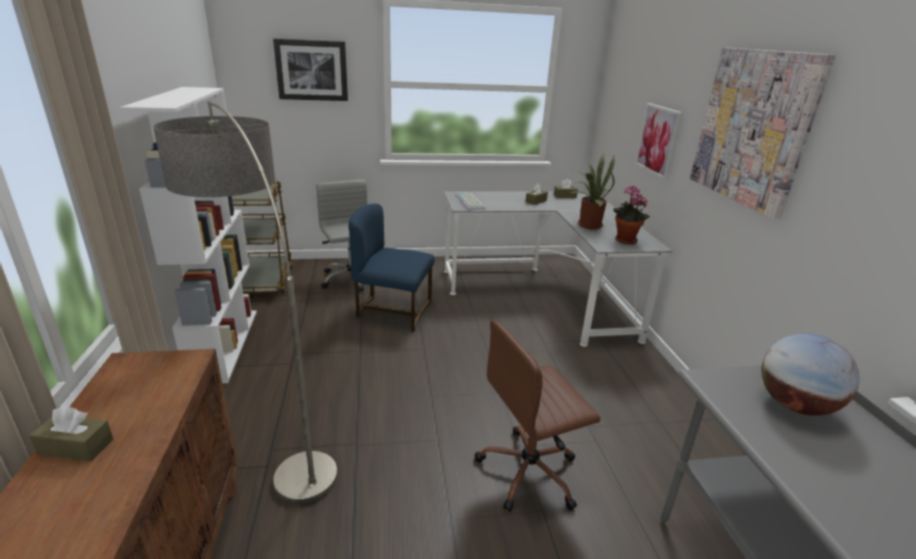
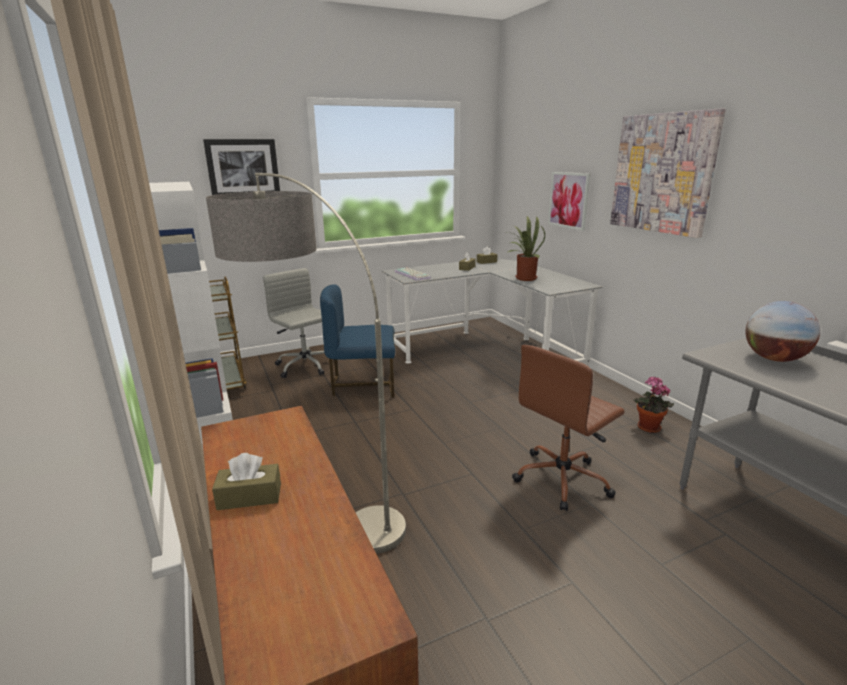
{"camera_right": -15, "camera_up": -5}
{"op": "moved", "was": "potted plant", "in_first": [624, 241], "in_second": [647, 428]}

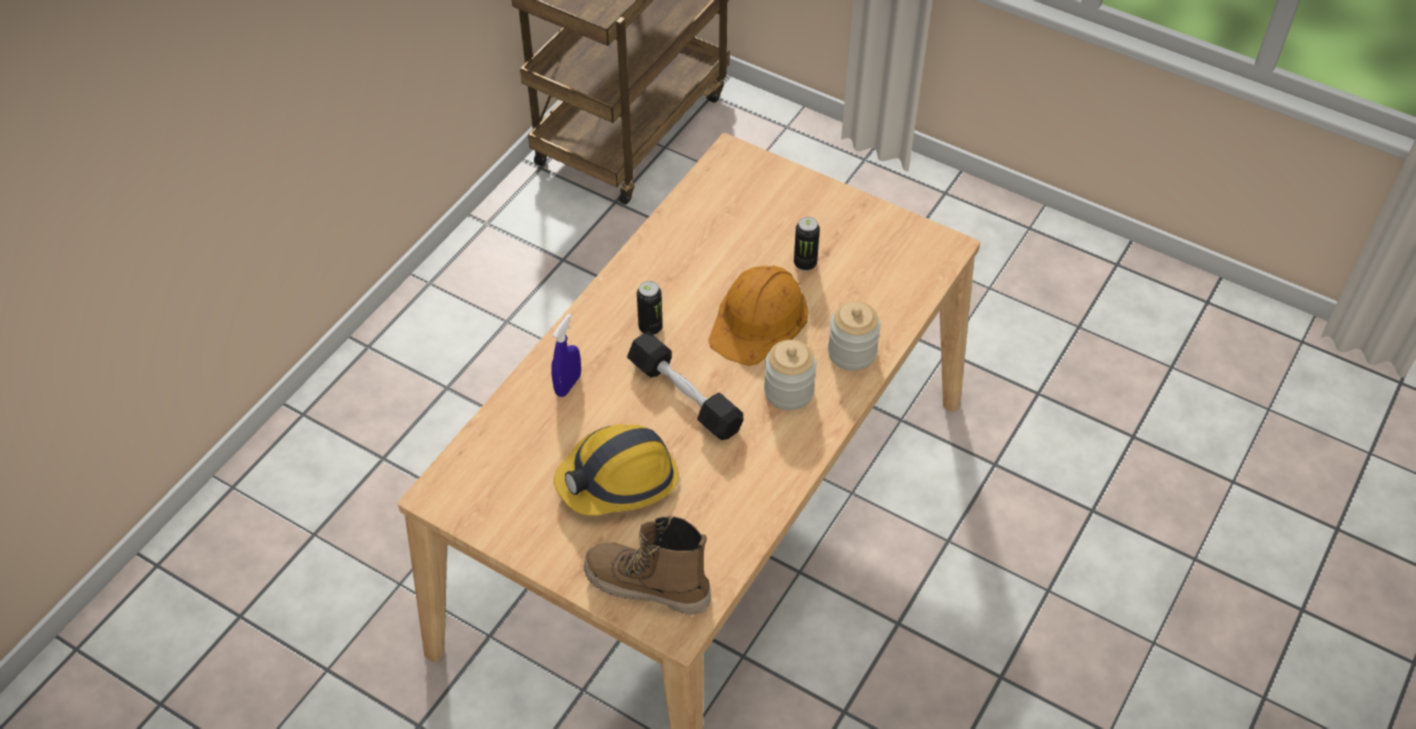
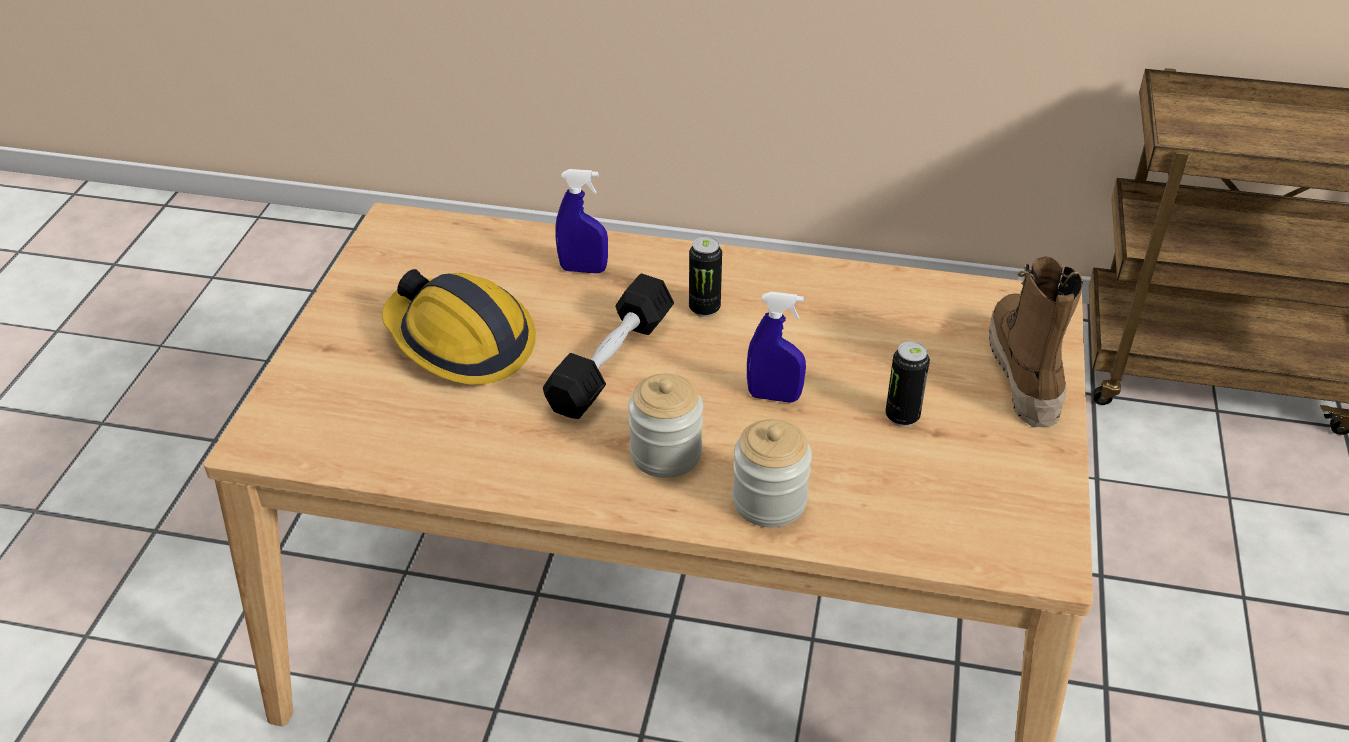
{"camera_right": 70, "camera_up": -10}
{"op": "replaced", "was": "orange-coloured safety helmet", "now": "blue sprayer", "in_first": [759, 319], "in_second": [774, 396]}
{"op": "moved", "was": "boot", "in_first": [647, 588], "in_second": [1023, 372]}

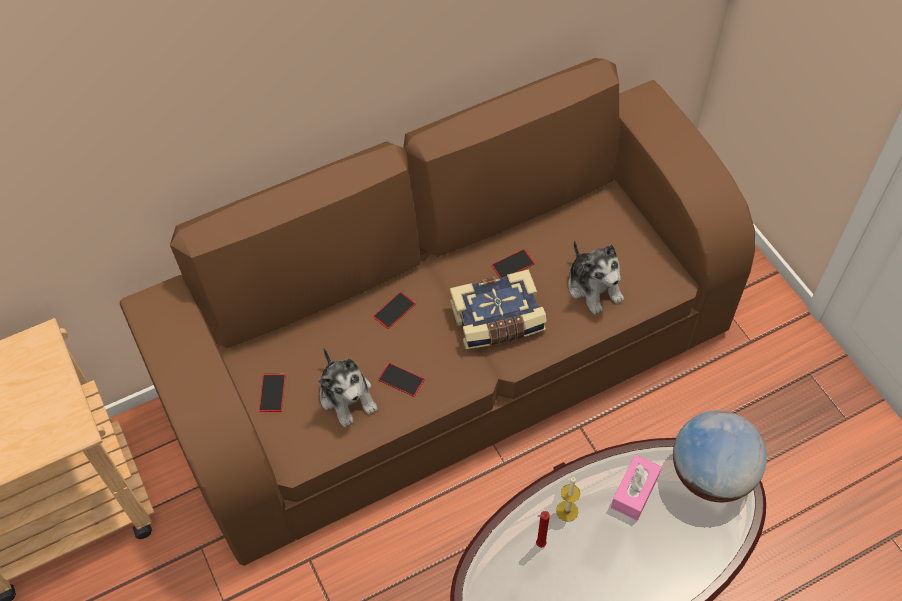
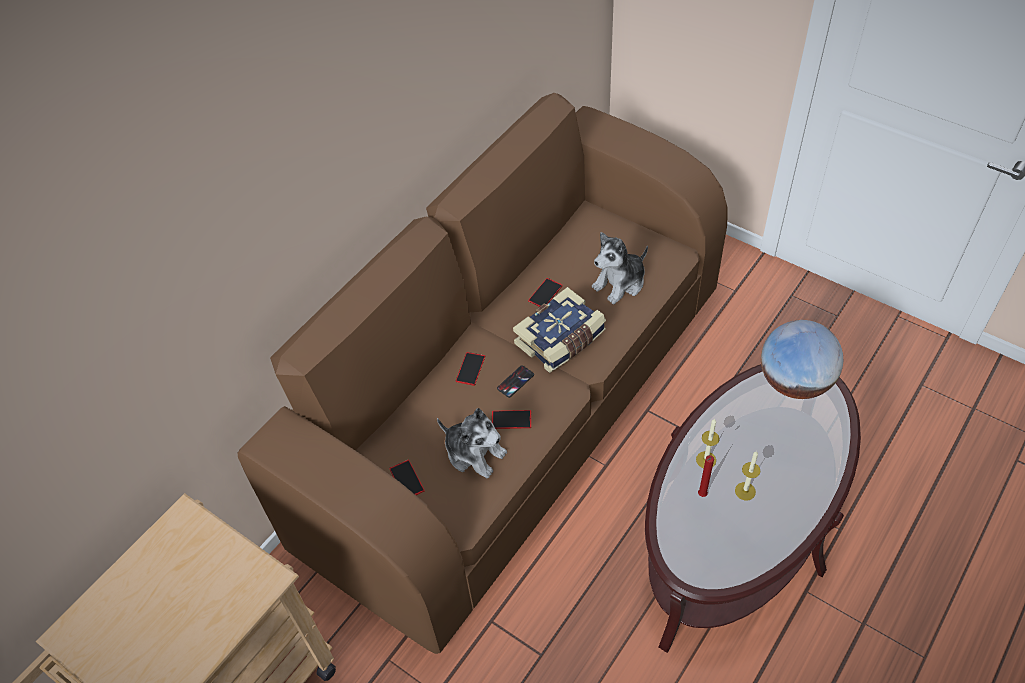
{"camera_right": -25, "camera_up": -5}
{"op": "turned", "was": "soft toy", "in_first": [594, 287], "in_second": [620, 283], "clockwise": 105}
{"op": "removed", "was": "pink-coloured tissue holder", "in_first": [634, 492]}
{"op": "added", "now": "telephone", "in_second": [515, 381]}
{"op": "added", "now": "wax light", "in_second": [745, 491]}

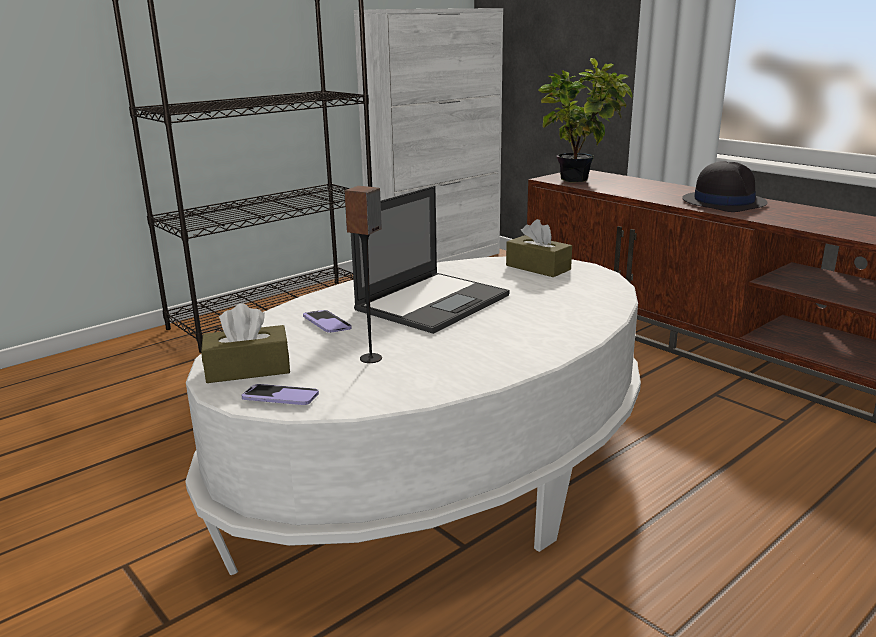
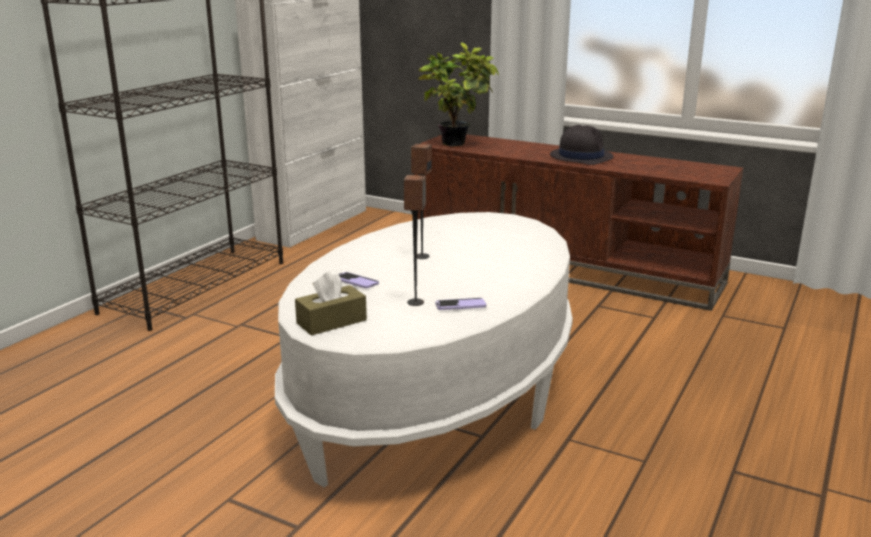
{"camera_right": -20, "camera_up": 0}
{"op": "replaced", "was": "notebook computer", "now": "loudspeaker", "in_first": [434, 302], "in_second": [421, 256]}
{"op": "removed", "was": "brown tissue holder", "in_first": [538, 267]}
{"op": "moved", "was": "telephone", "in_first": [280, 397], "in_second": [460, 306]}

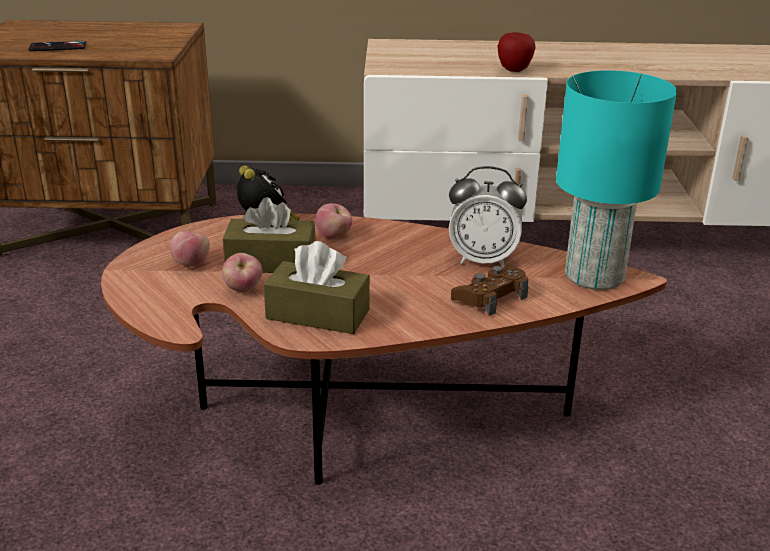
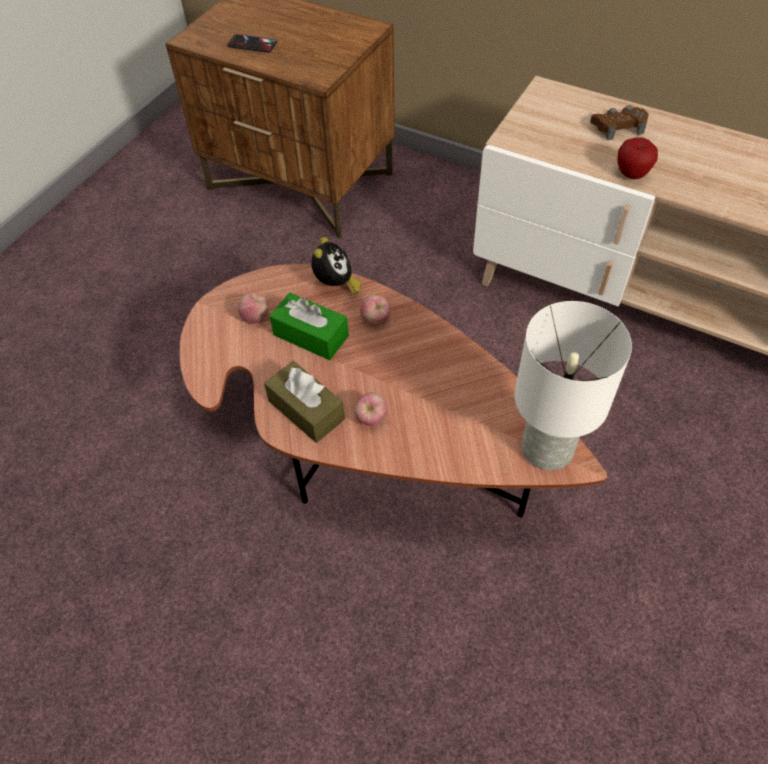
{"camera_right": 30, "camera_up": 25}
{"op": "recoloured", "was": "turquoise lamp for a table", "now": "white lamp for a table", "in_first": [593, 275], "in_second": [547, 447]}
{"op": "removed", "was": "bedside clock", "in_first": [483, 260]}
{"op": "recoloured", "was": "brown tissue holder", "now": "green tissue holder", "in_first": [271, 262], "in_second": [311, 335]}
{"op": "moved", "was": "apple", "in_first": [243, 290], "in_second": [371, 418]}
{"op": "moved", "was": "brown joypad", "in_first": [490, 297], "in_second": [618, 127]}

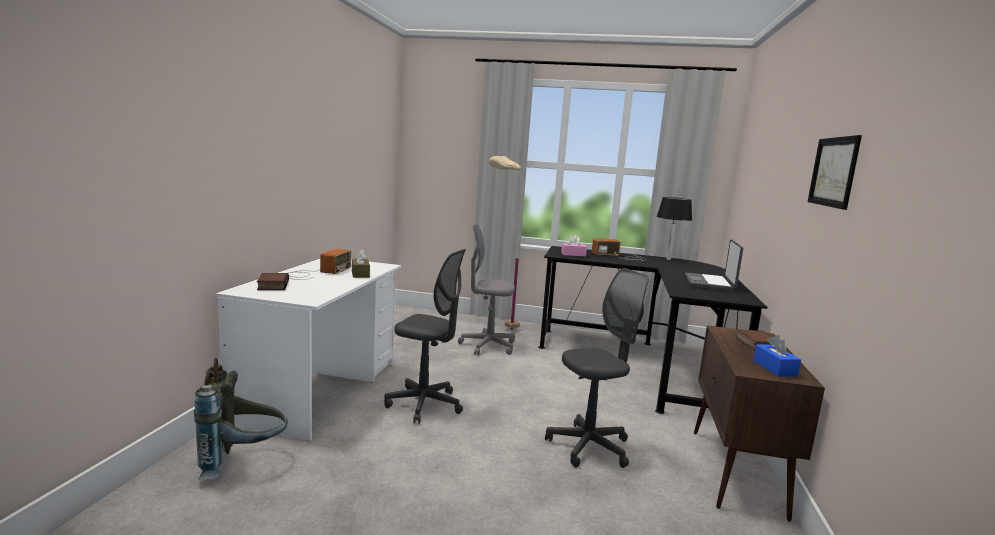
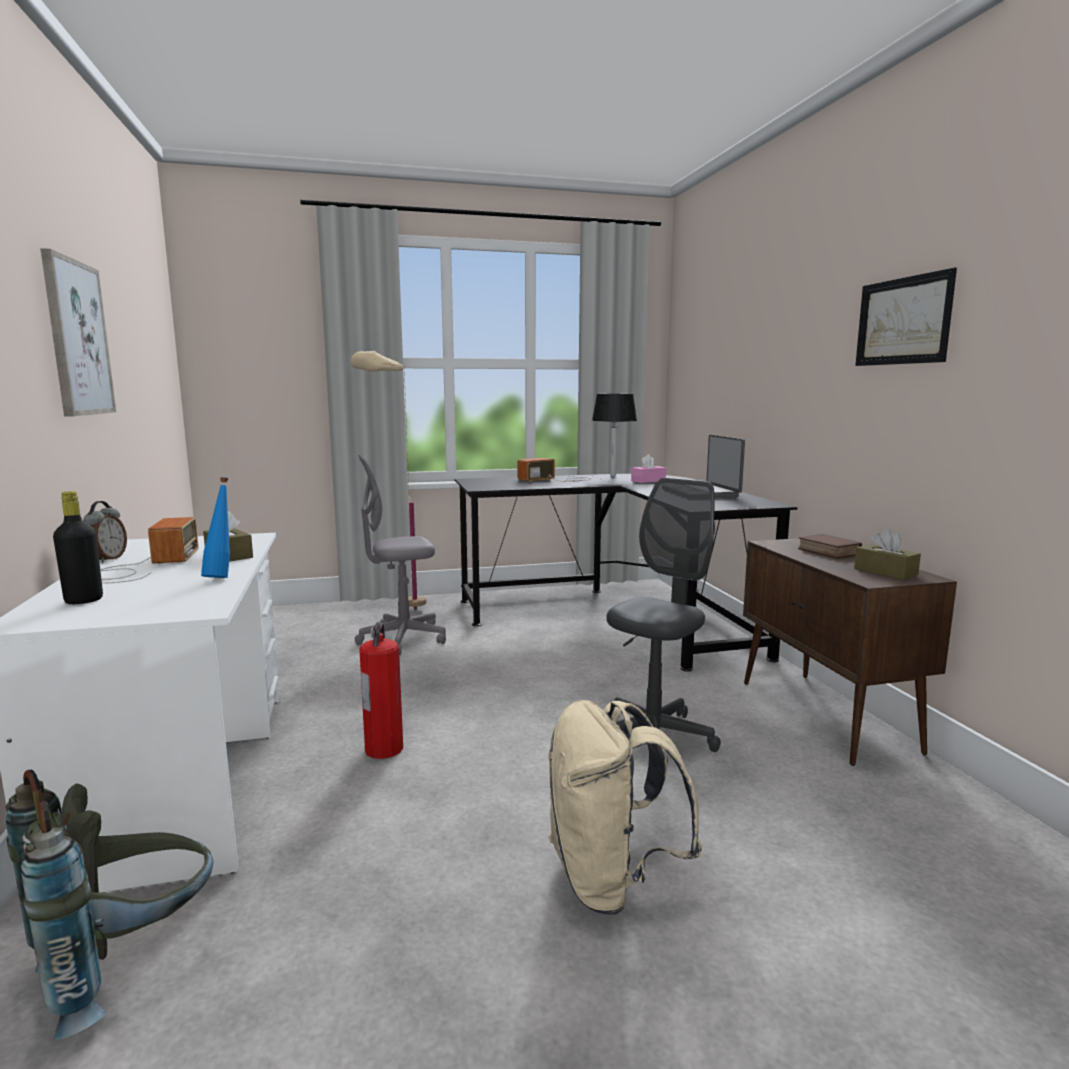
{"camera_right": -25, "camera_up": 0}
{"op": "moved", "was": "pink-coloured tissue holder", "in_first": [573, 254], "in_second": [648, 481]}
{"op": "replaced", "was": "greyish office chair", "now": "extinguisher", "in_first": [424, 405], "in_second": [384, 748]}
{"op": "replaced", "was": "volume", "now": "black-coloured beverage bottle", "in_first": [272, 285], "in_second": [84, 600]}
{"op": "recoloured", "was": "blue tissue holder", "now": "brown tissue holder", "in_first": [774, 368], "in_second": [885, 572]}
{"op": "added", "now": "picture", "in_second": [77, 338]}
{"op": "added", "now": "blue beverage bottle", "in_second": [222, 577]}
{"op": "added", "now": "bedside clock", "in_second": [107, 559]}
{"op": "added", "now": "beige backpack", "in_second": [611, 880]}

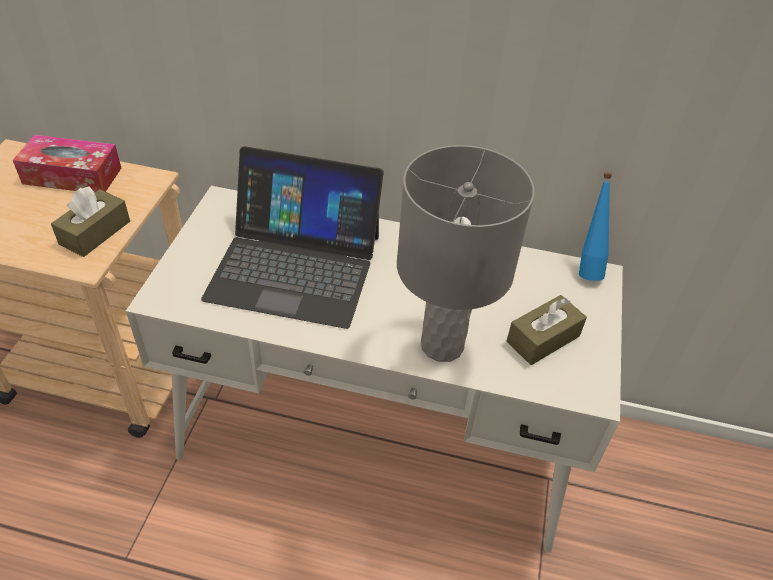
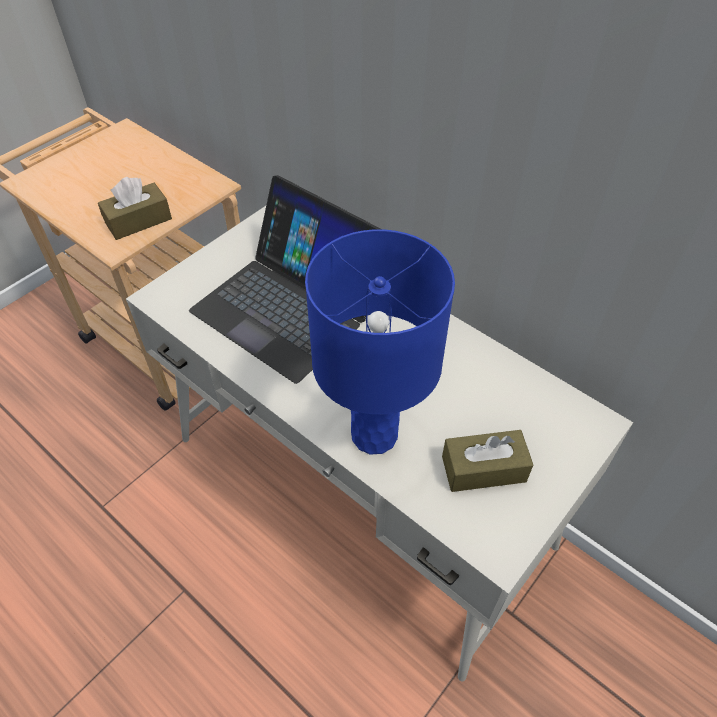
{"camera_right": 30, "camera_up": 5}
{"op": "removed", "was": "tissue holder", "in_first": [72, 176]}
{"op": "recoloured", "was": "greyish lamp for a table", "now": "blue lamp for a table", "in_first": [441, 345], "in_second": [373, 434]}
{"op": "removed", "was": "blue beverage bottle", "in_first": [586, 268]}

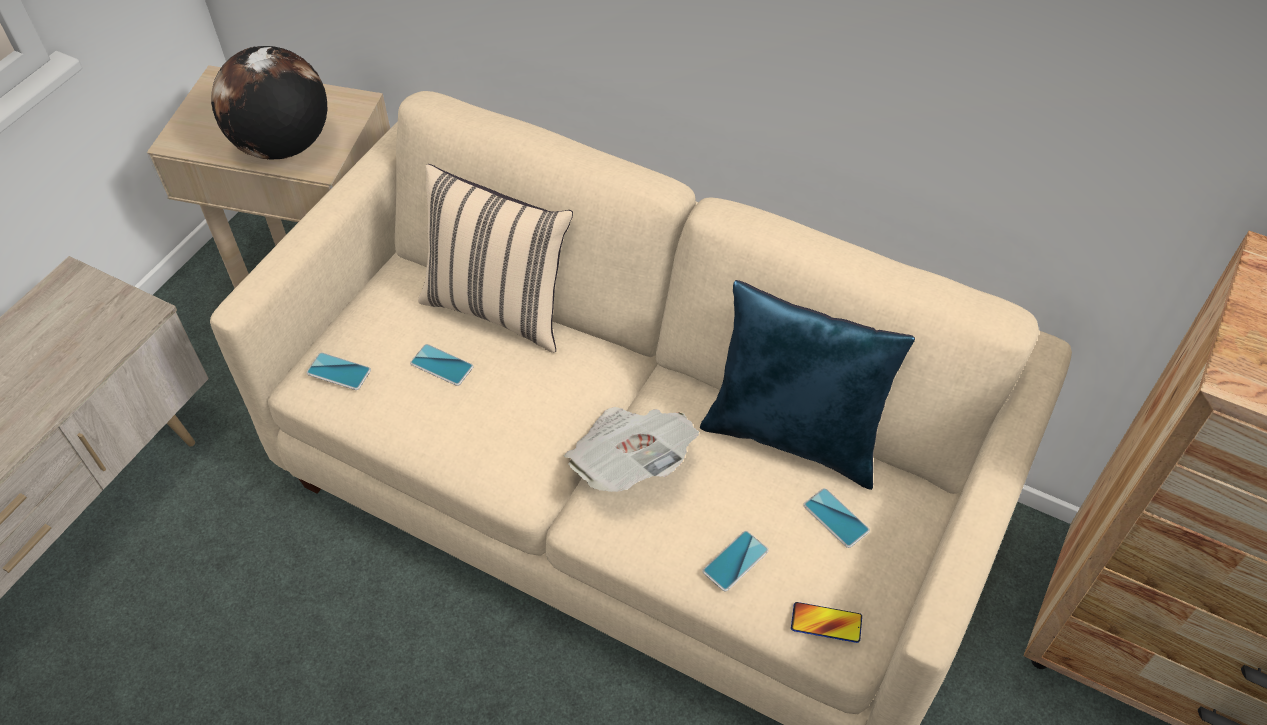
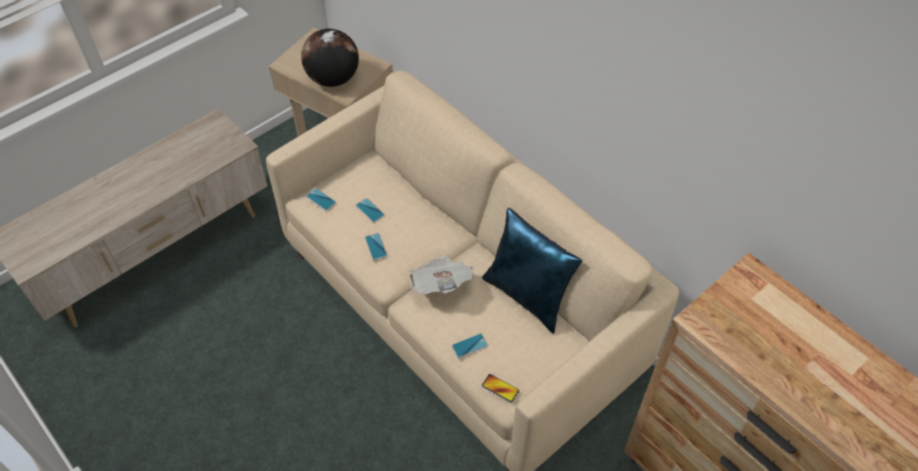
{"camera_right": 20, "camera_up": 0}
{"op": "removed", "was": "beige throw pillow", "in_first": [500, 306]}
{"op": "moved", "was": "telephone", "in_first": [836, 518], "in_second": [376, 246]}

